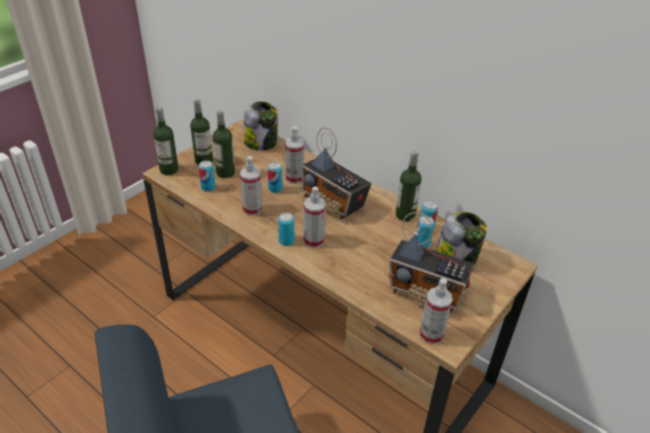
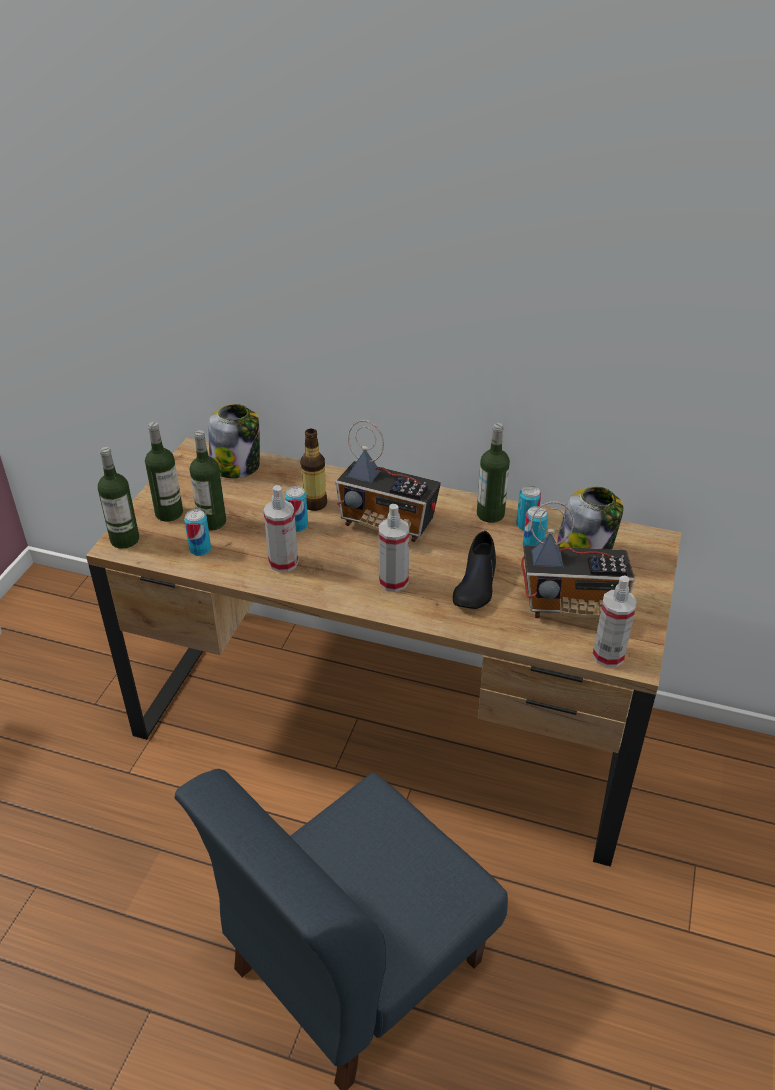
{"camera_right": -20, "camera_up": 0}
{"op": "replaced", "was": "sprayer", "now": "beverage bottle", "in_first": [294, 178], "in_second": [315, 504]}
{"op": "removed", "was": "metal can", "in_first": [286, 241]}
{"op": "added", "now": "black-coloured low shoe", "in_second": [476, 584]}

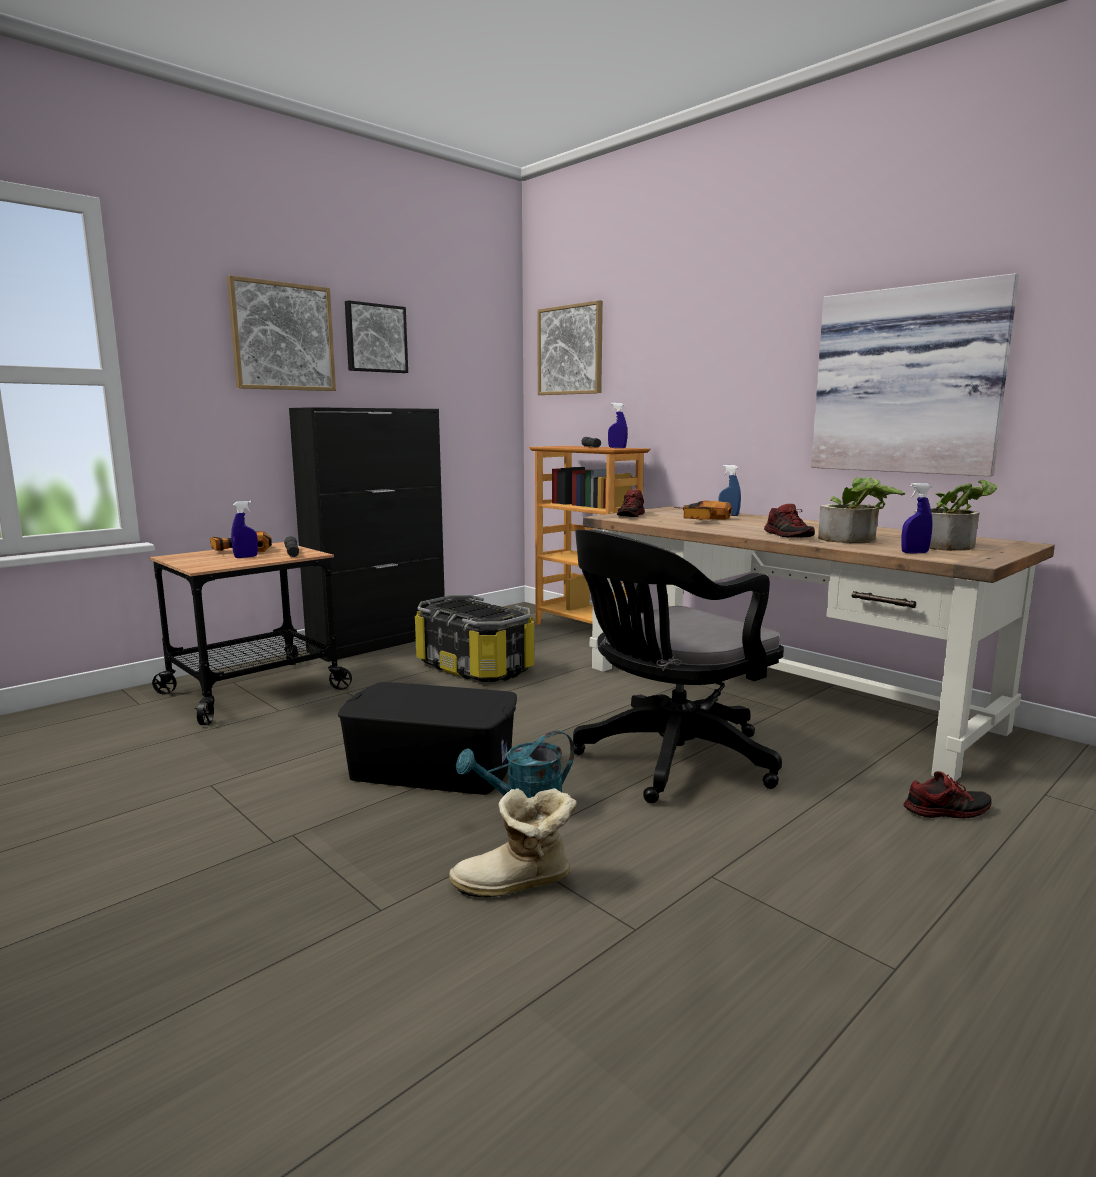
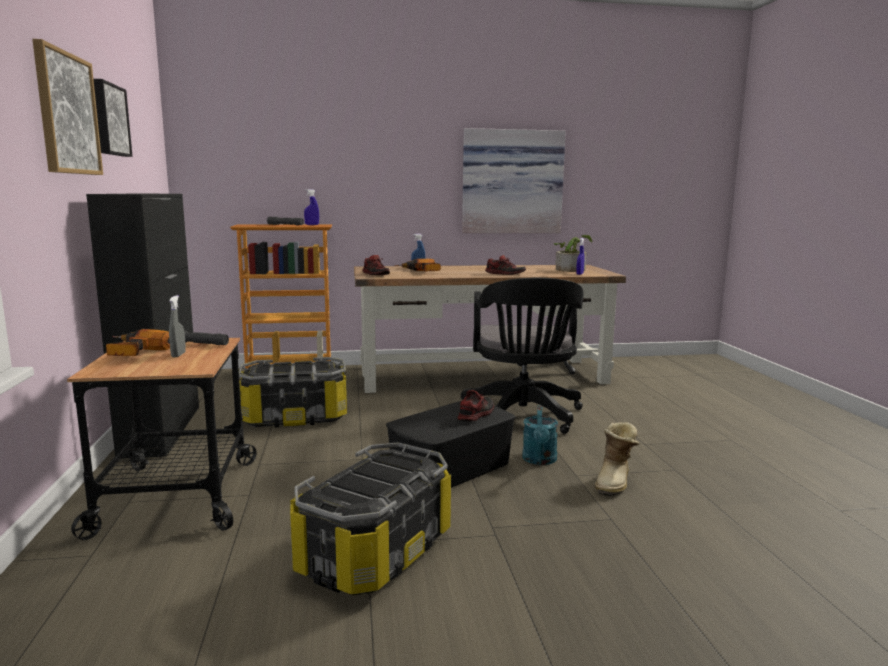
{"camera_right": -55, "camera_up": 0}
{"op": "removed", "was": "picture", "in_first": [570, 350]}
{"op": "removed", "was": "potted plant", "in_first": [855, 540]}
{"op": "recoloured", "was": "blue sprayer", "now": "greyish sprayer", "in_first": [246, 557], "in_second": [178, 355]}
{"op": "moved", "was": "low shoe", "in_first": [946, 811], "in_second": [476, 414]}
{"op": "added", "now": "storage box", "in_second": [374, 552]}

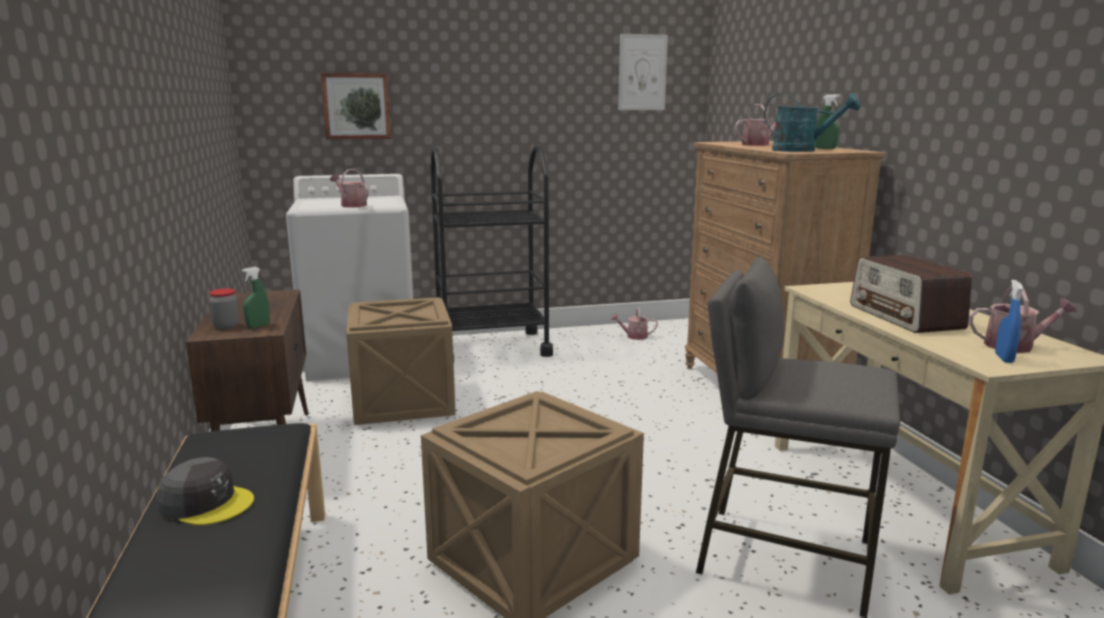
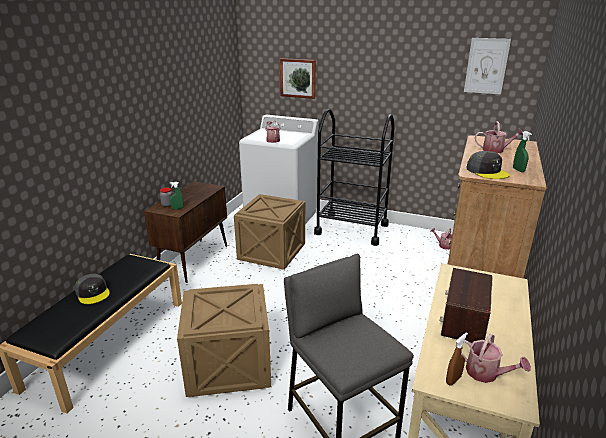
{"camera_right": 35, "camera_up": 10}
{"op": "replaced", "was": "turquoise sprinkling can", "now": "greyish cap", "in_first": [802, 150], "in_second": [487, 171]}
{"op": "recoloured", "was": "blue sprayer", "now": "brown sprayer", "in_first": [1004, 358], "in_second": [453, 380]}

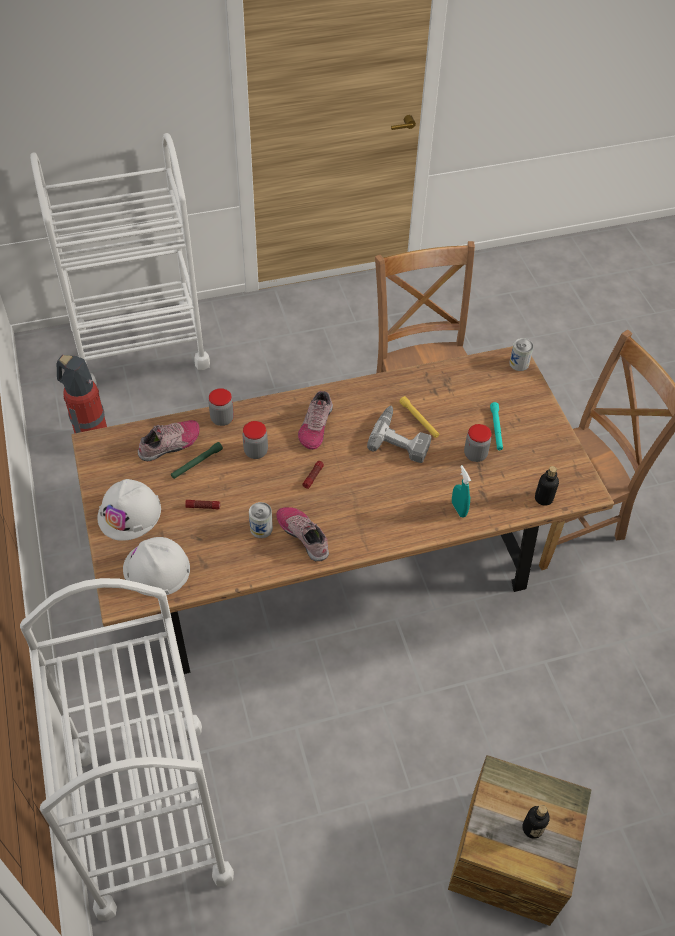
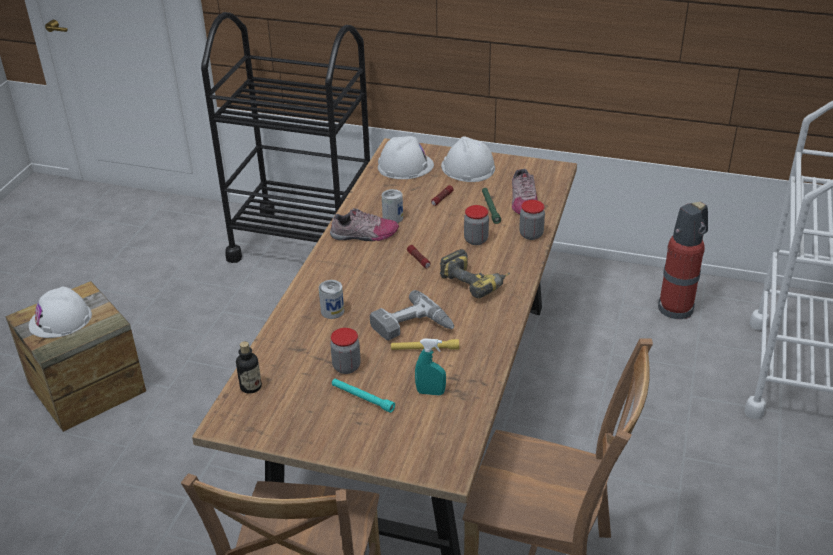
{"camera_right": 125, "camera_up": -15}
{"op": "moved", "was": "metal can", "in_first": [519, 363], "in_second": [332, 311]}
{"op": "replaced", "was": "low shoe", "now": "electric drill", "in_first": [315, 426], "in_second": [476, 282]}
{"op": "moved", "was": "turquoise sprayer", "in_first": [458, 509], "in_second": [430, 392]}
{"op": "recoloured", "was": "white wheeled cart", "now": "black-coloured wheeled cart", "in_first": [151, 815], "in_second": [304, 243]}
{"op": "replaced", "was": "beverage bottle", "now": "white safety helmet", "in_first": [532, 828], "in_second": [60, 320]}

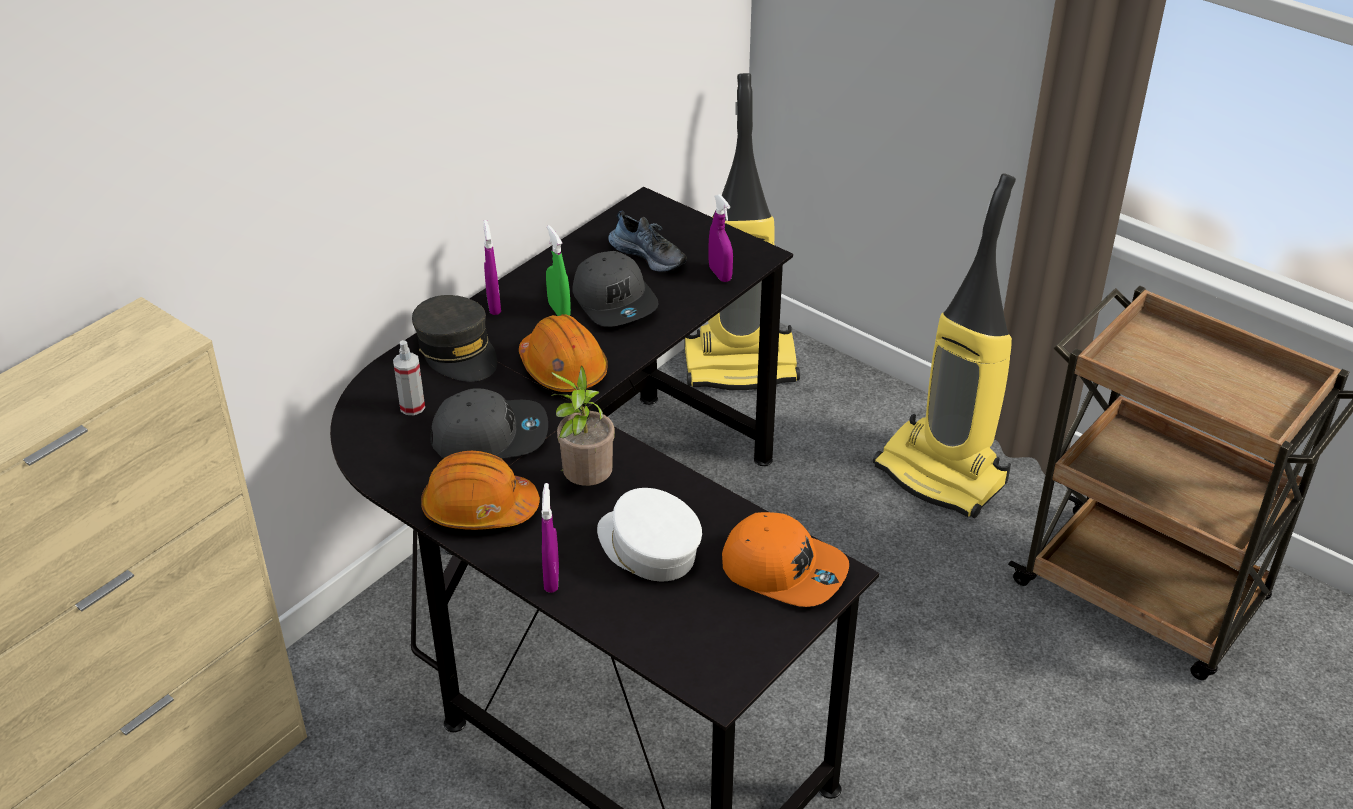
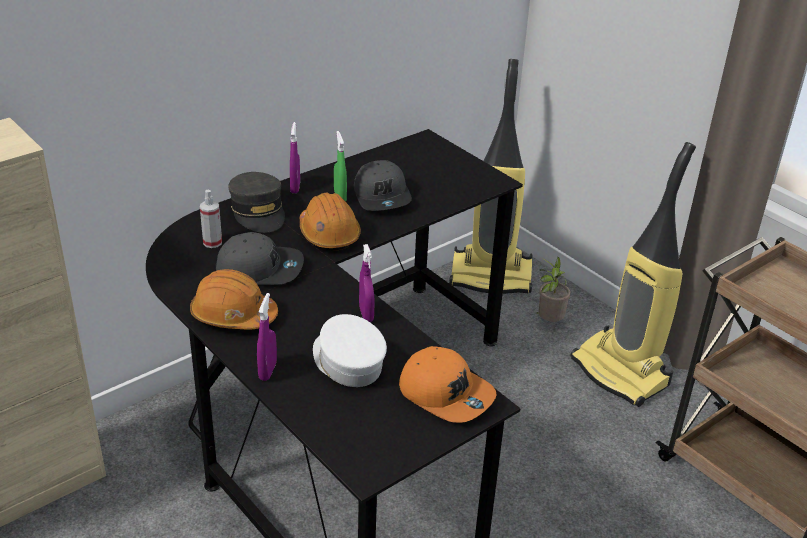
{"camera_right": 10, "camera_up": -5}
{"op": "moved", "was": "purple sprayer", "in_first": [720, 274], "in_second": [366, 314]}
{"op": "removed", "was": "low shoe", "in_first": [649, 255]}
{"op": "moved", "was": "potted plant", "in_first": [585, 483], "in_second": [548, 321]}

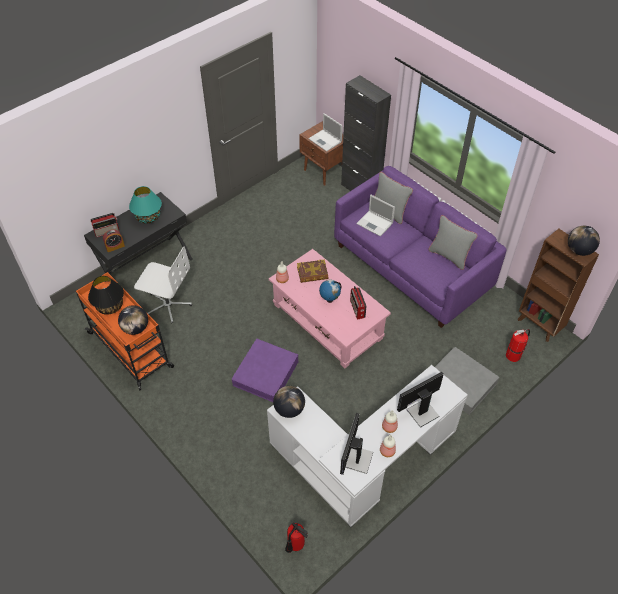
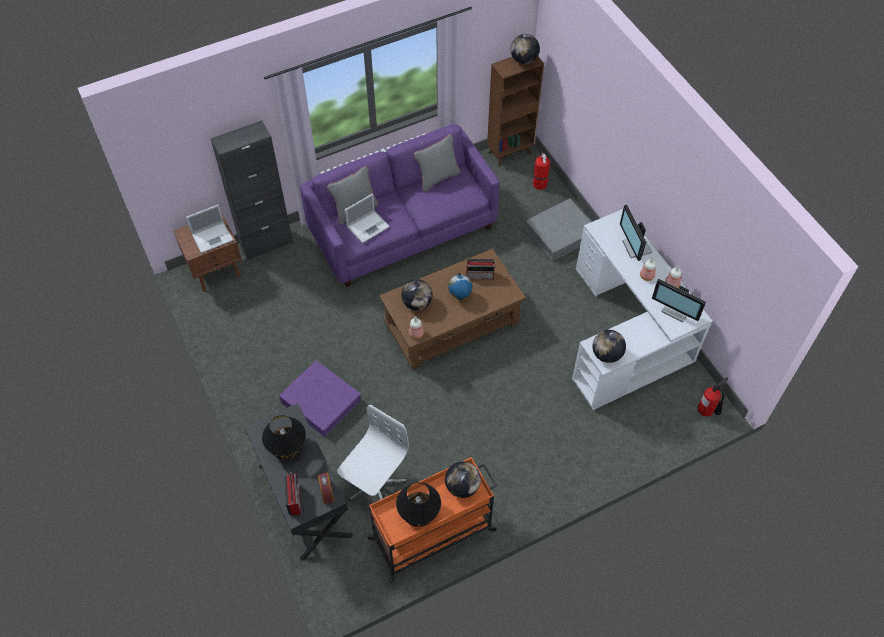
{"camera_right": -75, "camera_up": 5}
{"op": "recoloured", "was": "turquoise lamp for a table", "now": "black-coloured lamp for a table", "in_first": [148, 217], "in_second": [287, 446]}
{"op": "recoloured", "was": "pink-coloured coffee table", "now": "brown coffee table", "in_first": [327, 322], "in_second": [452, 323]}
{"op": "replaced", "was": "volume", "now": "desk globe", "in_first": [312, 273], "in_second": [417, 303]}
{"op": "moved", "was": "purple storage box", "in_first": [266, 373], "in_second": [321, 401]}

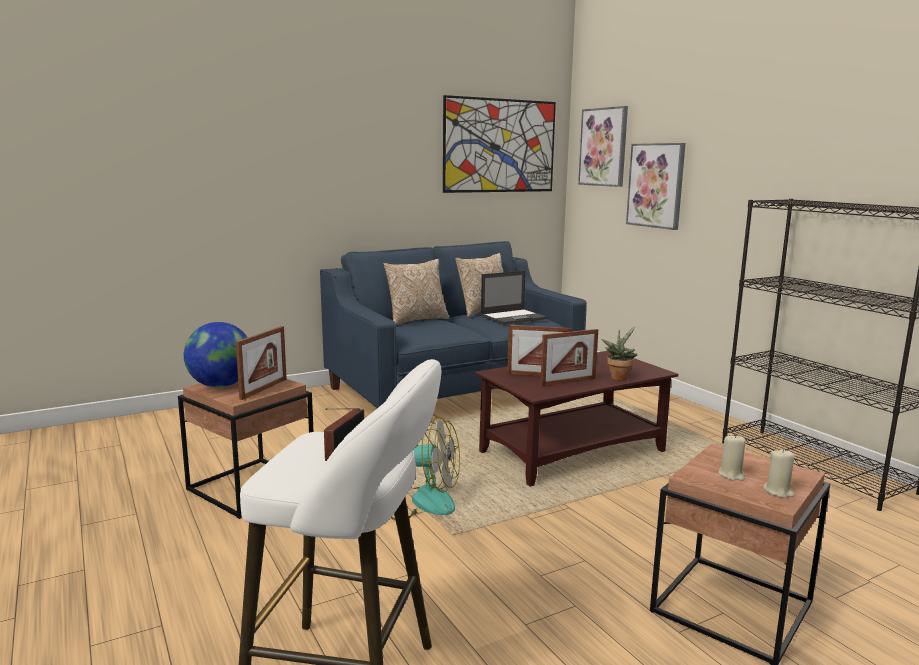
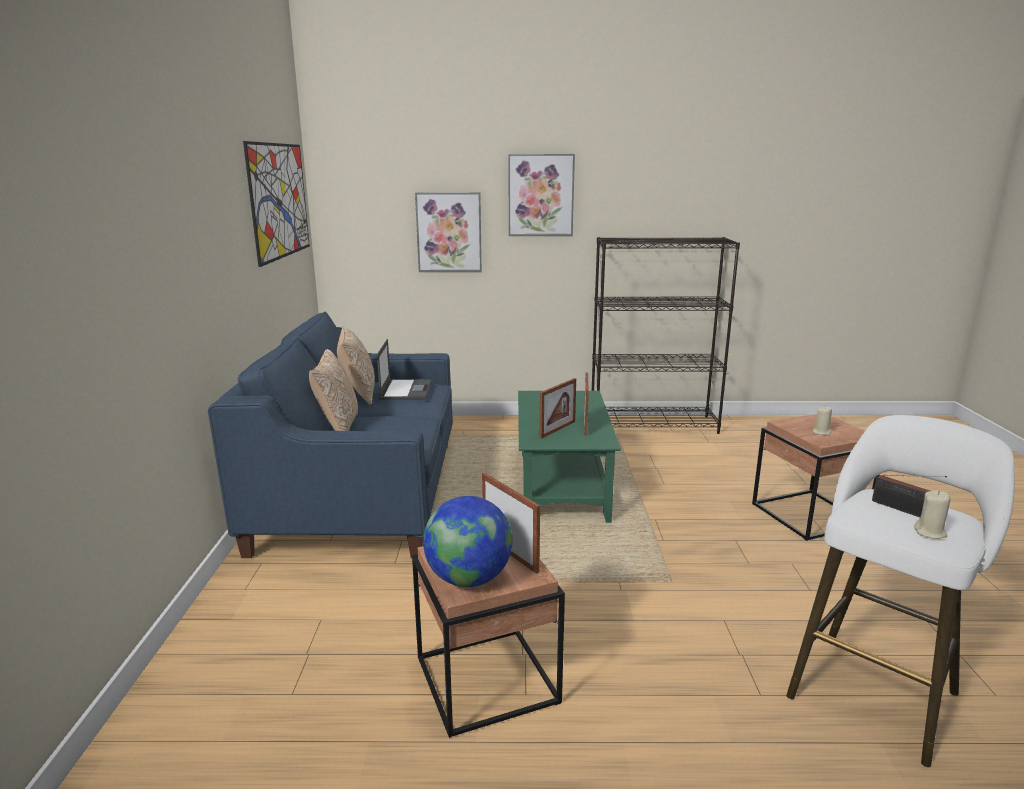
{"camera_right": -60, "camera_up": 5}
{"op": "moved", "was": "picture", "in_first": [603, 147], "in_second": [540, 195]}
{"op": "removed", "was": "potted plant", "in_first": [619, 377]}
{"op": "recoloured", "was": "brown coffee table", "now": "green coffee table", "in_first": [573, 451], "in_second": [561, 485]}
{"op": "removed", "was": "fan", "in_first": [422, 502]}
{"op": "moved", "was": "beige wax light", "in_first": [778, 492], "in_second": [930, 532]}

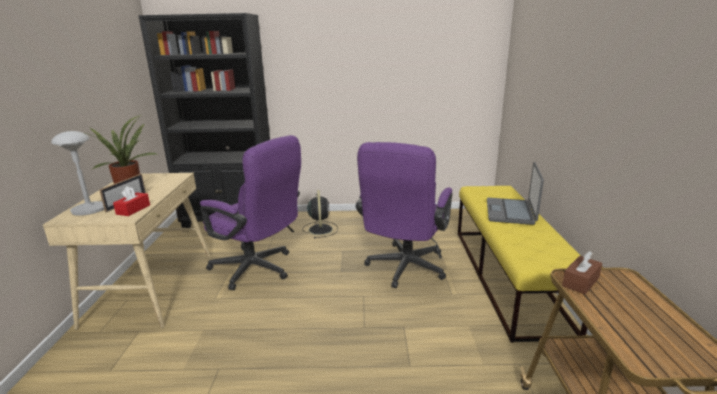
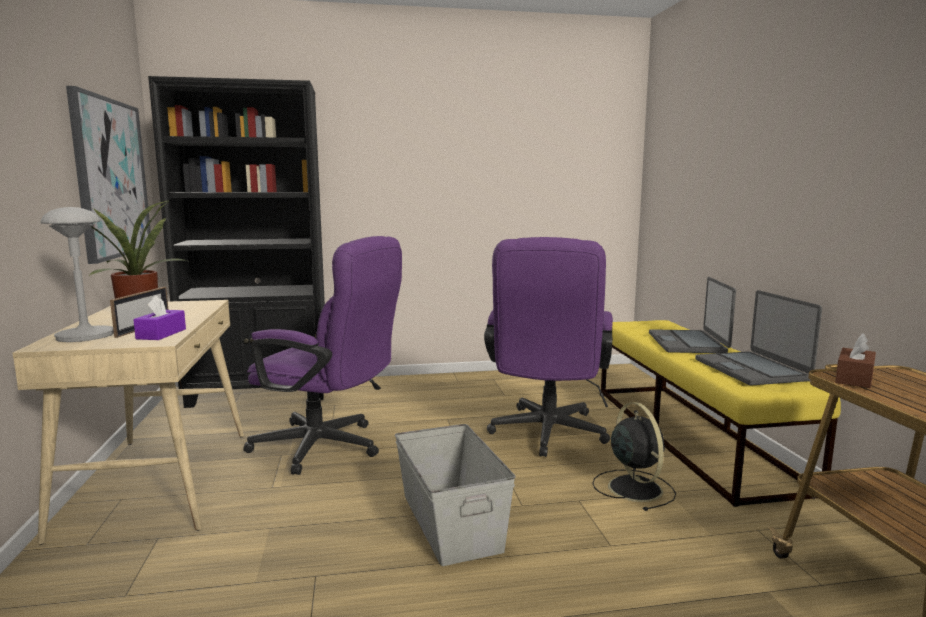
{"camera_right": -10, "camera_up": -10}
{"op": "recoloured", "was": "red tissue holder", "now": "purple tissue holder", "in_first": [133, 209], "in_second": [161, 334]}
{"op": "moved", "was": "black-coloured fan", "in_first": [320, 229], "in_second": [633, 487]}
{"op": "added", "now": "picture", "in_second": [111, 178]}
{"op": "added", "now": "notebook computer", "in_second": [751, 370]}
{"op": "added", "now": "greyish storage box", "in_second": [450, 522]}

